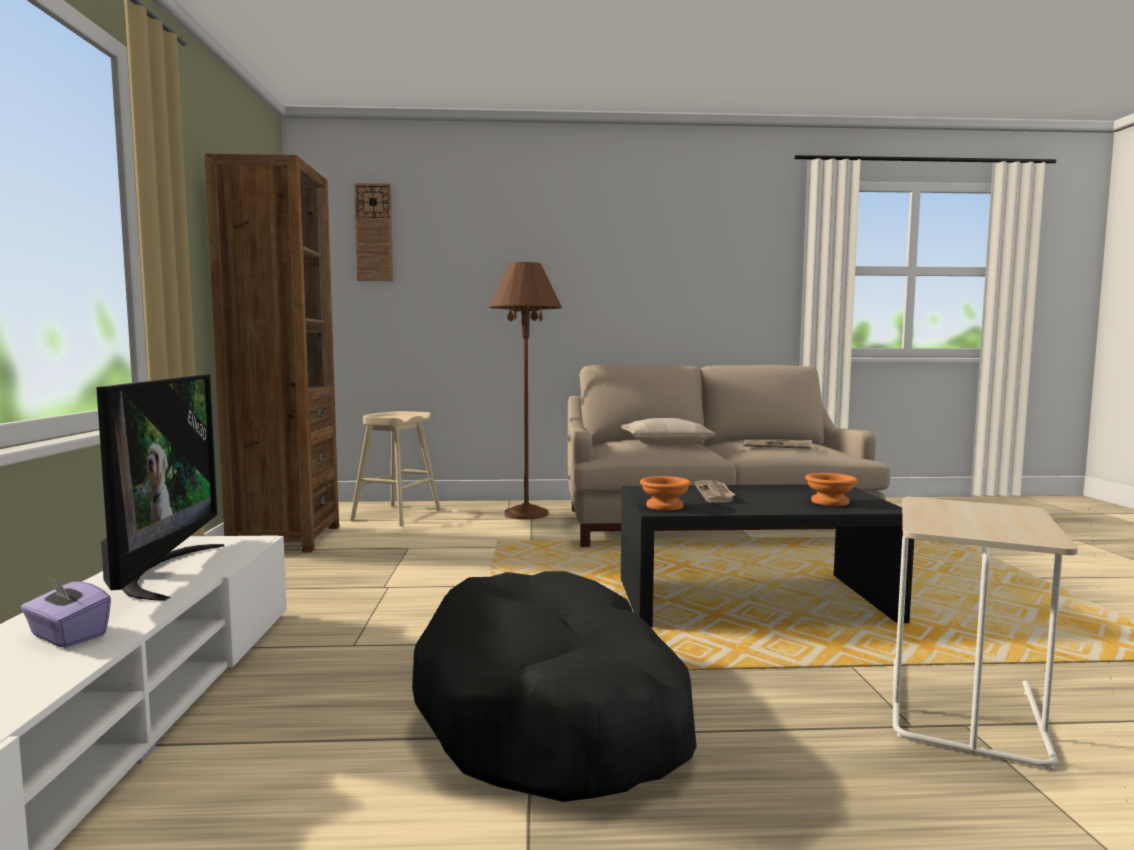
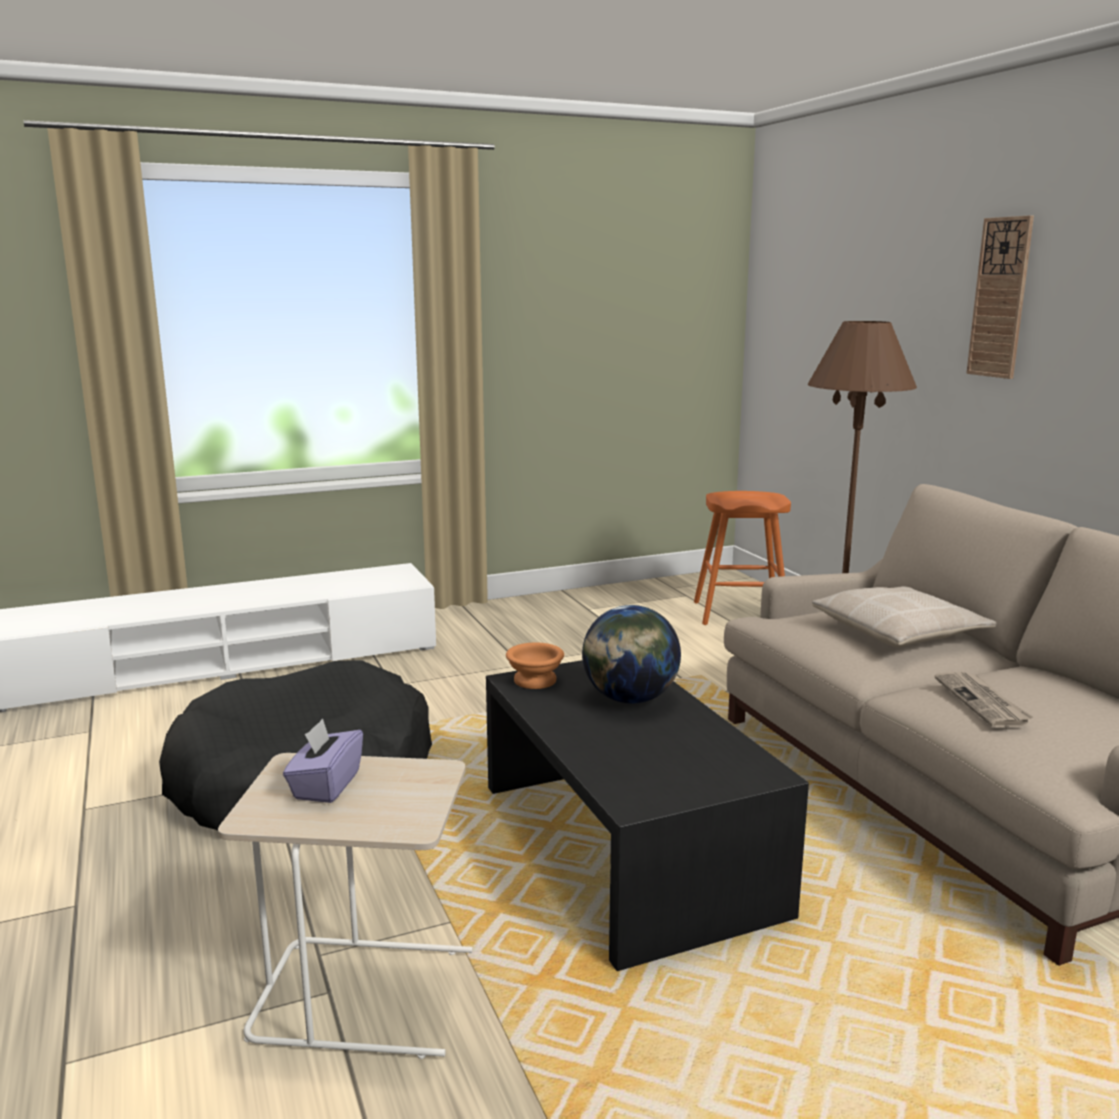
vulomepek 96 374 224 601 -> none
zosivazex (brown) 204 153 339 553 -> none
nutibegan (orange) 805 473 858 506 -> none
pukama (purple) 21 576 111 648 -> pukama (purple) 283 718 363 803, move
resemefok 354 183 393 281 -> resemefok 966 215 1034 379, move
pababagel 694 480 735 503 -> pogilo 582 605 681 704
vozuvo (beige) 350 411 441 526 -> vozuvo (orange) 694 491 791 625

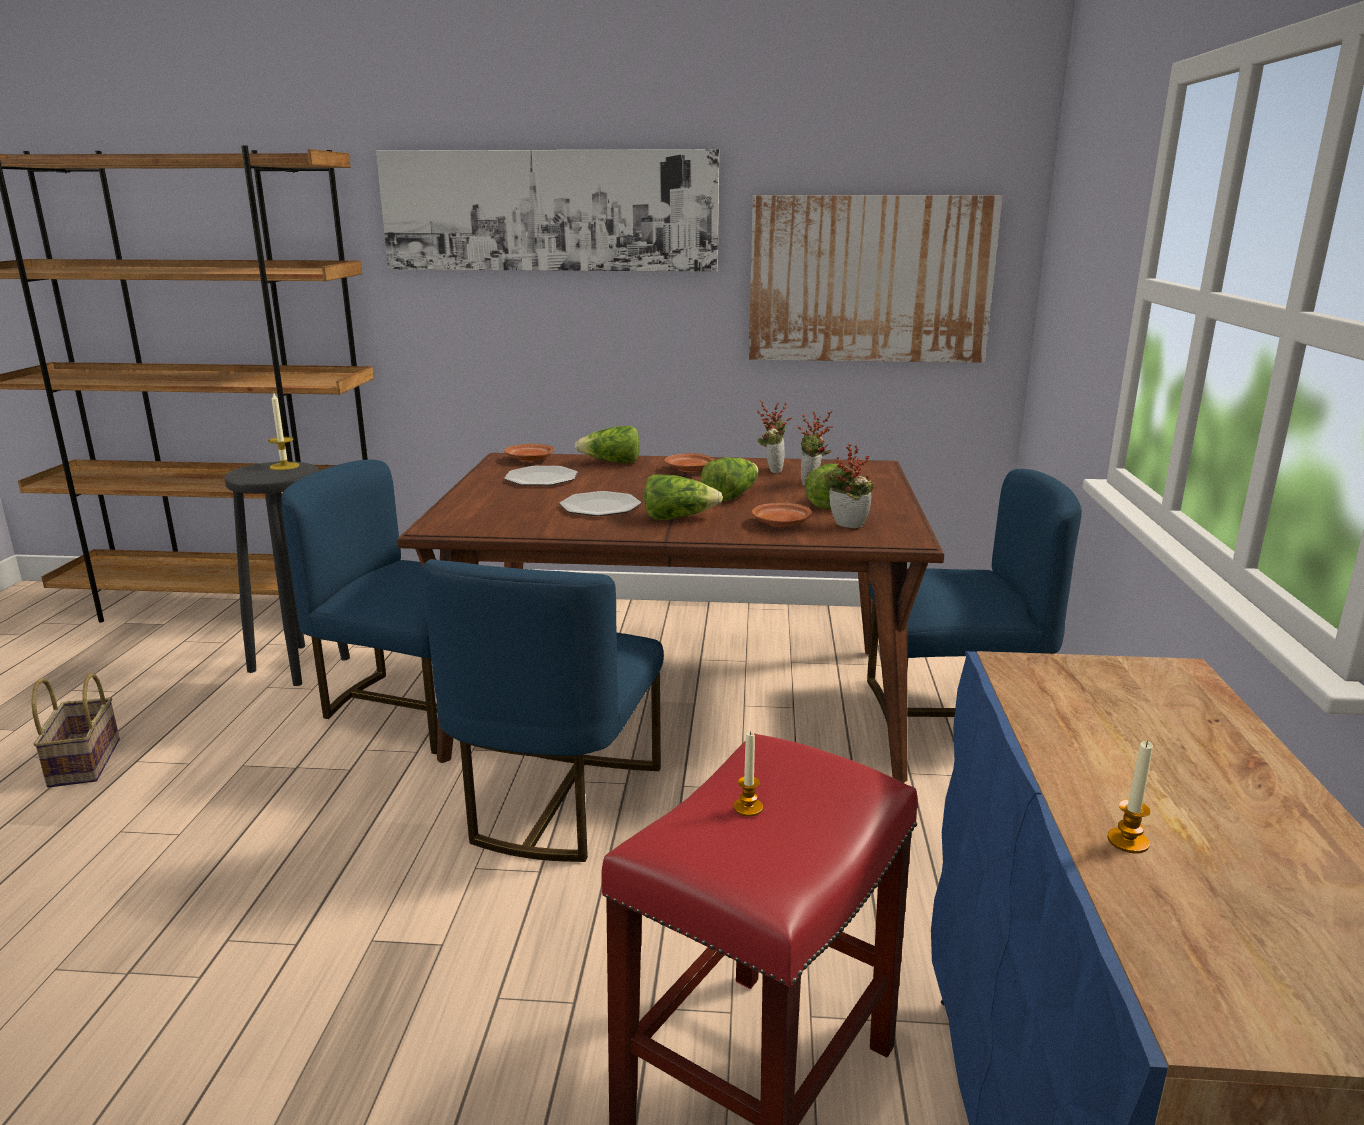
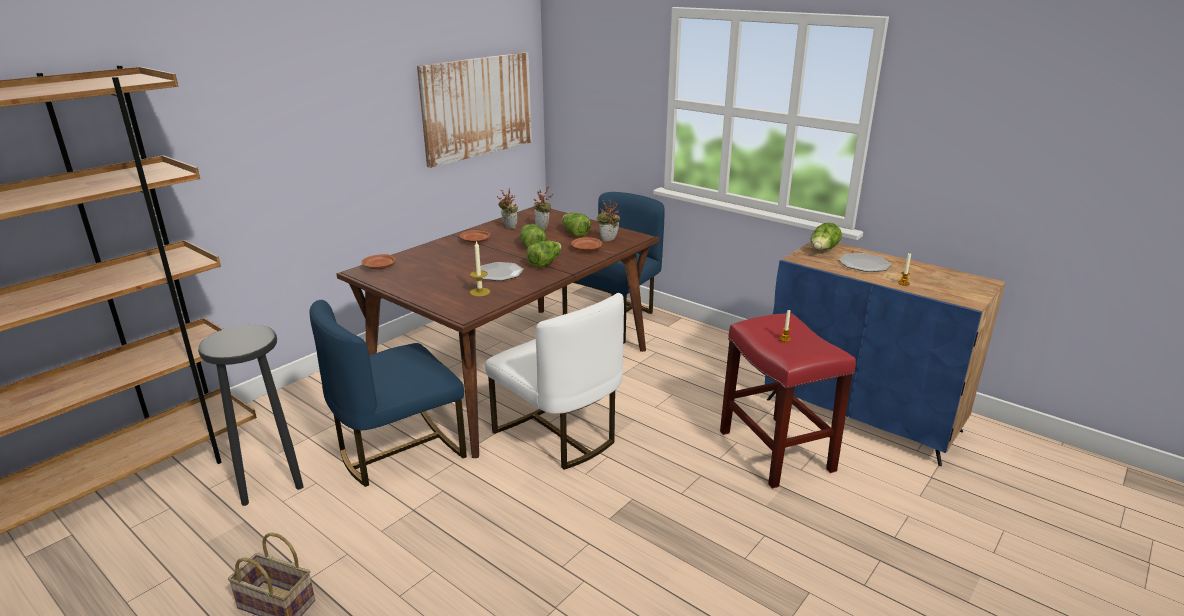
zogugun 376 149 719 272 -> none
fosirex 268 393 299 470 -> fosirex 470 241 490 297, move
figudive 504 466 578 486 -> figudive 839 253 891 272, move
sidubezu 575 426 640 463 -> sidubezu 811 222 842 250, move
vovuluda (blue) 423 559 664 862 -> vovuluda (white) 485 293 624 470

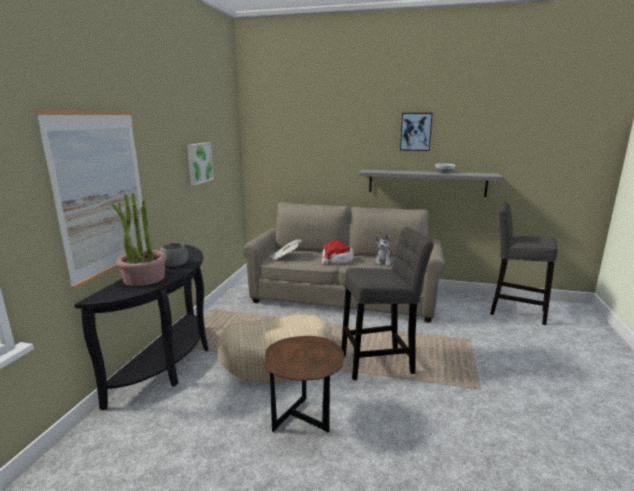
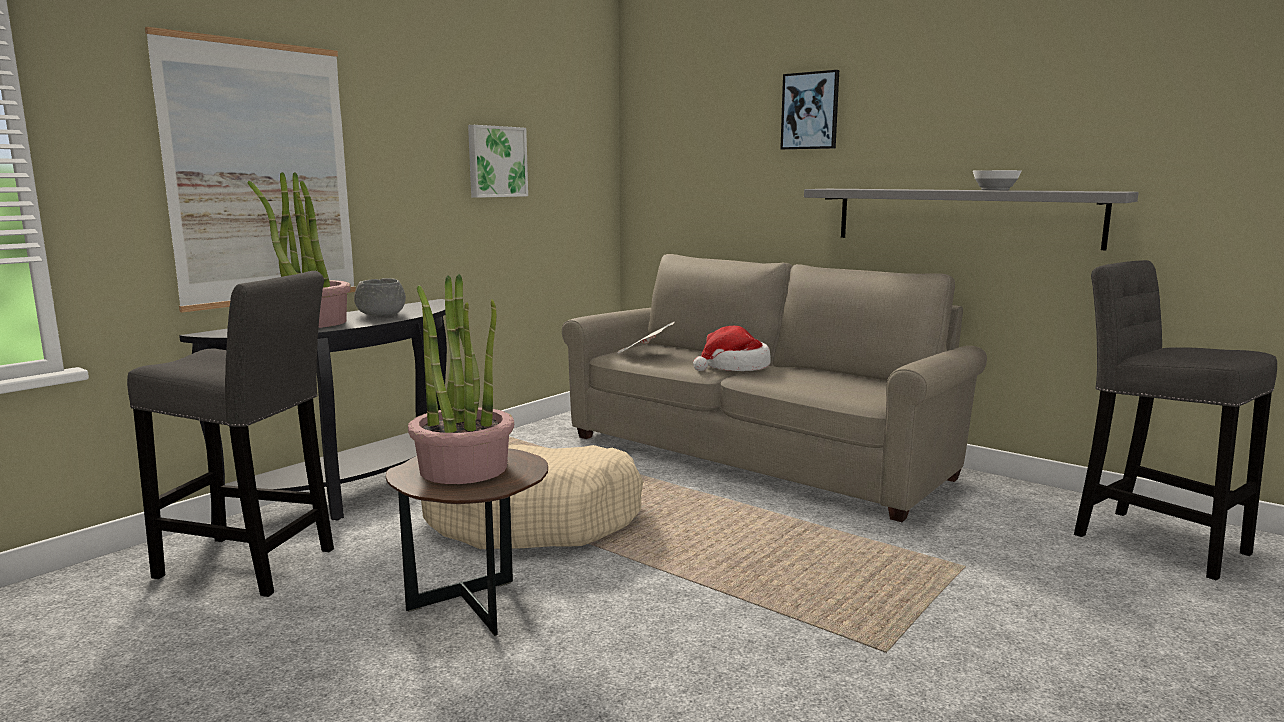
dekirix 375 234 393 266 -> none
none -> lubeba 408 274 514 484
vozuvo (grey) 341 227 434 380 -> vozuvo (grey) 127 271 334 597, move
zogugun 400 113 433 151 -> zogugun 780 70 839 150, move

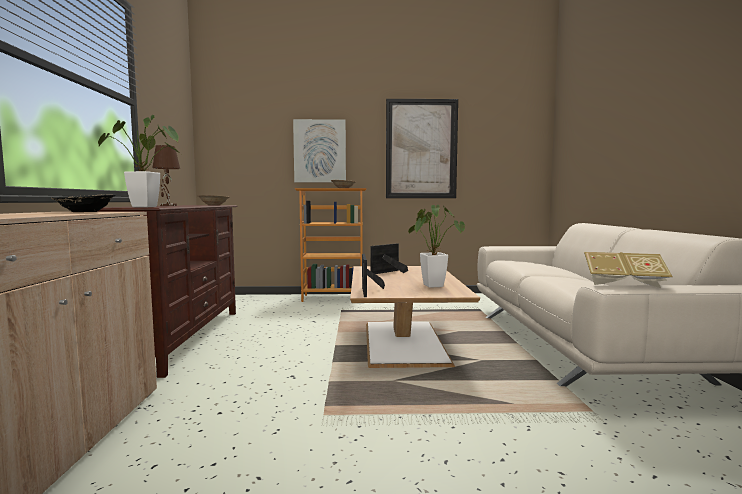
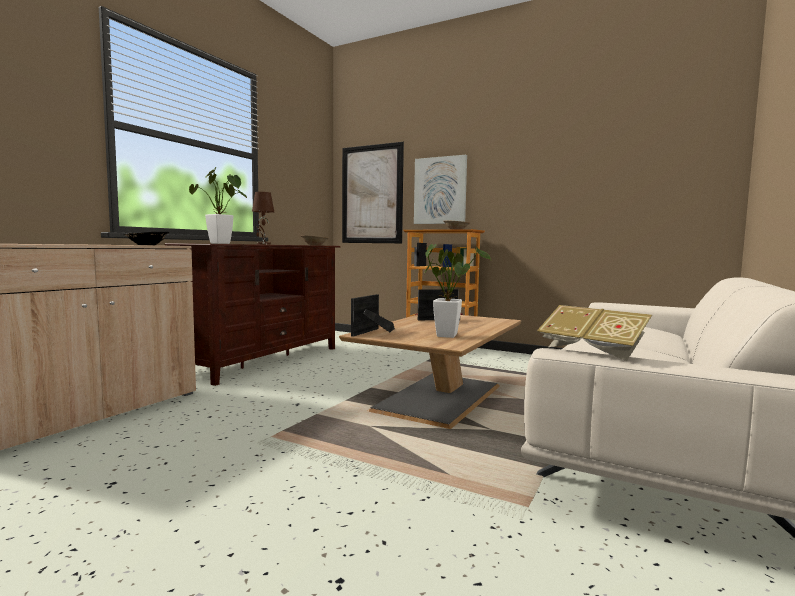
zogugun 386 99 458 198 -> zogugun 342 142 404 243, move

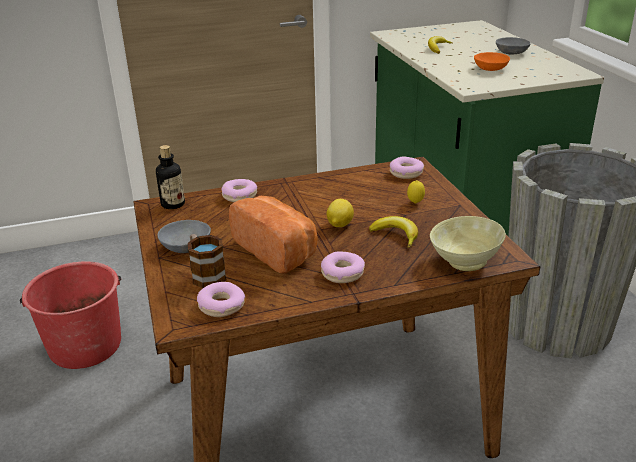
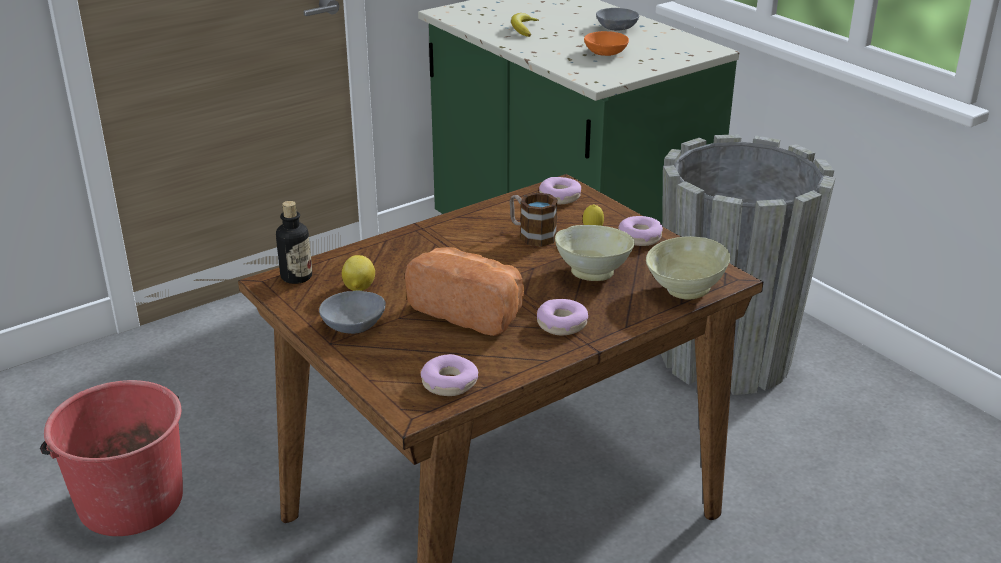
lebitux 188 234 226 288 -> lebitux 510 192 558 247, move
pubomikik 221 179 257 202 -> pubomikik 618 216 663 246, move
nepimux 327 199 354 227 -> nepimux 342 255 375 291, move
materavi 369 216 418 248 -> nutibegan (beige) 555 225 635 281

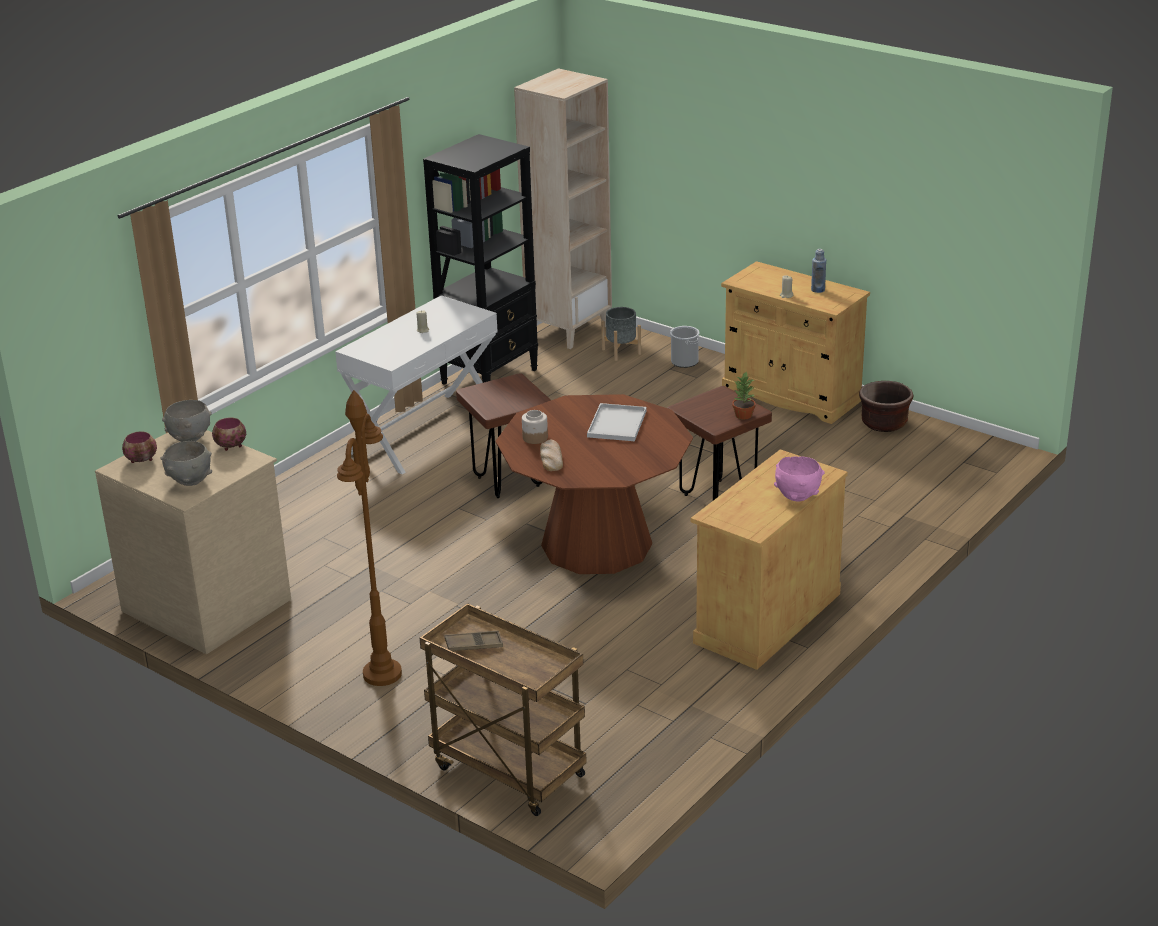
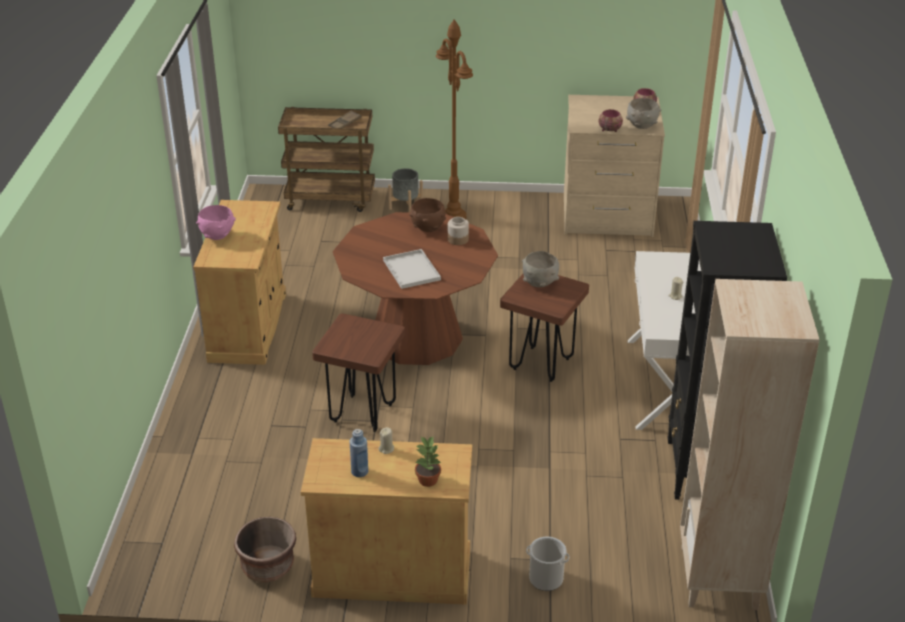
nutibegan (grey) 160 441 213 486 -> nutibegan (grey) 522 251 559 287, move
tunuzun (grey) 601 307 641 361 -> tunuzun (grey) 388 168 423 213, move
lubeba 732 372 756 420 -> lubeba 415 437 442 487, move
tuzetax 540 440 563 471 -> nutibegan (brown) 409 198 446 232

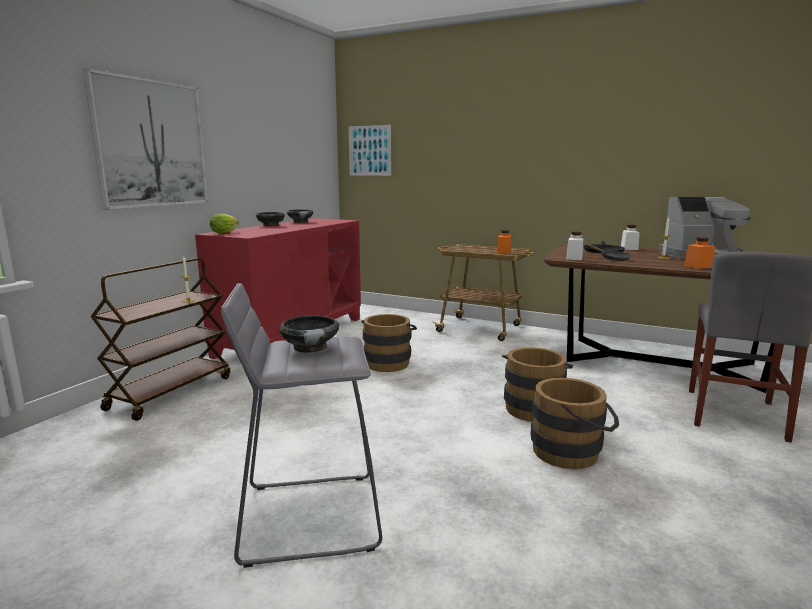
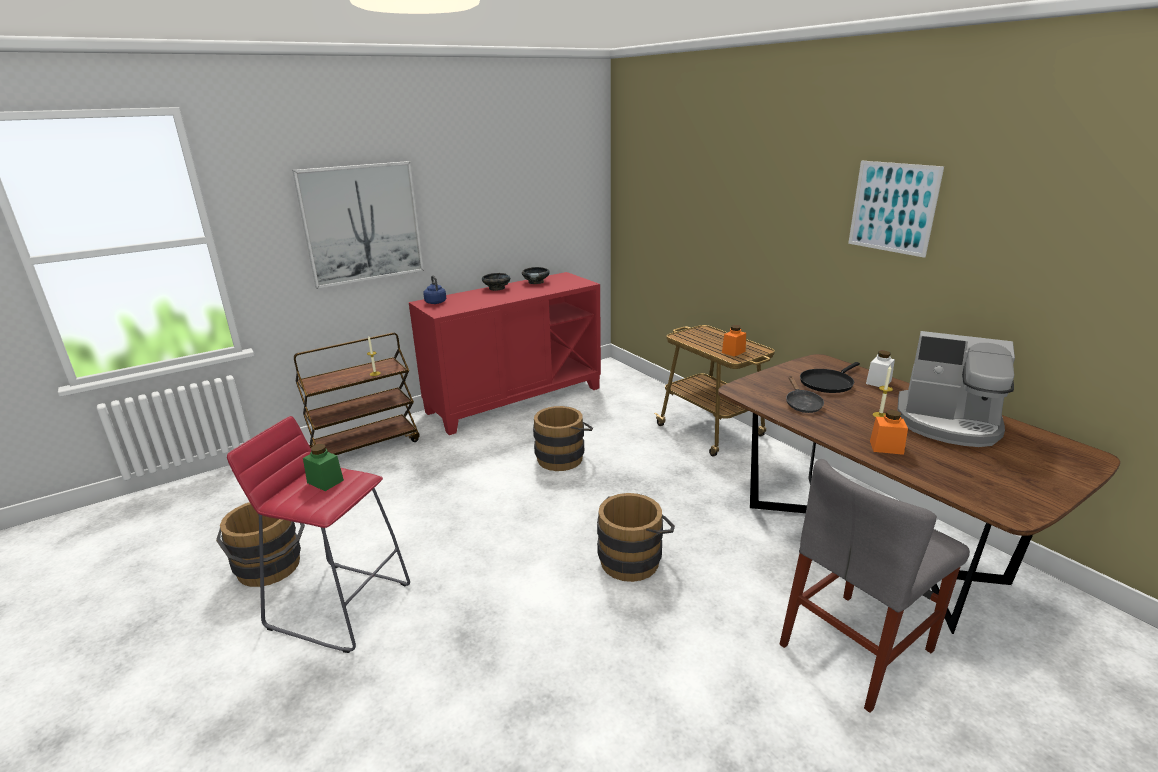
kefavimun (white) 566 231 583 260 -> none
zogugun 349 125 391 176 -> zogugun 848 161 944 258, move
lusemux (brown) 531 378 619 469 -> lusemux (brown) 216 502 305 587, move
sidubezu 210 214 239 234 -> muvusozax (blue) 423 275 446 304
nutibegan (black) 279 315 339 353 -> kefavimun (green) 303 444 344 491
vozuvo (grey) 221 283 382 568 -> vozuvo (red) 227 416 410 653

